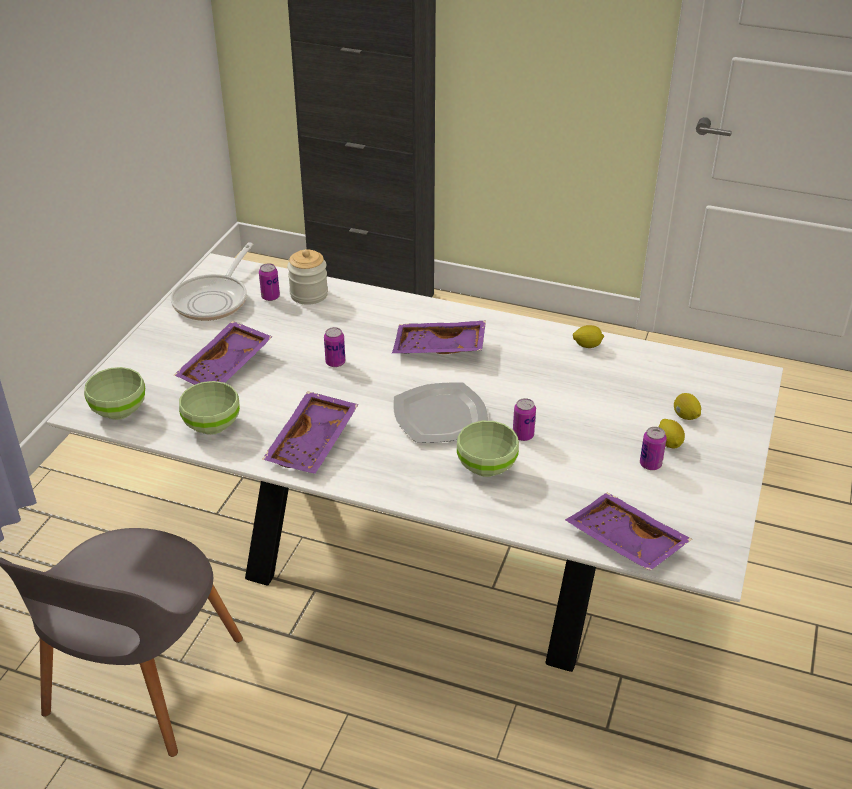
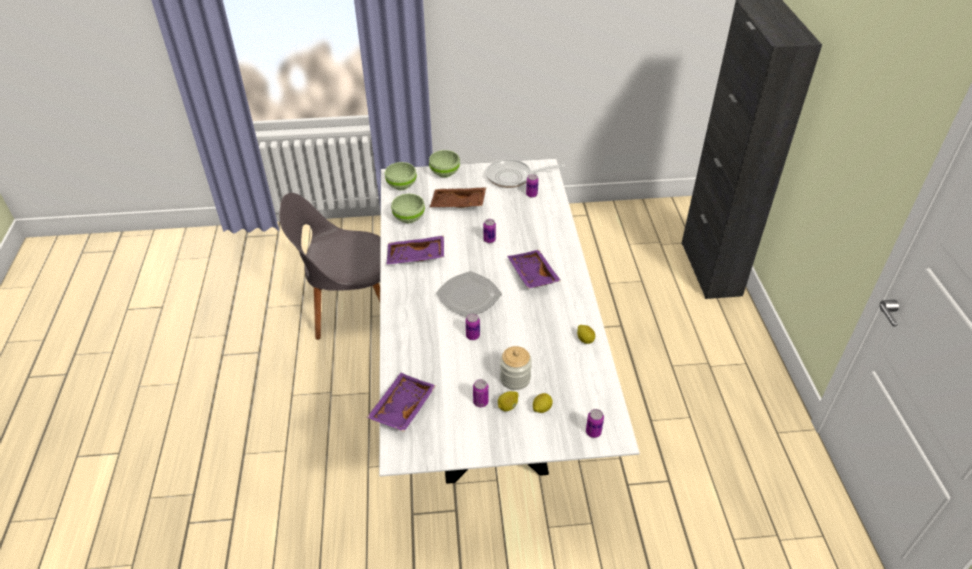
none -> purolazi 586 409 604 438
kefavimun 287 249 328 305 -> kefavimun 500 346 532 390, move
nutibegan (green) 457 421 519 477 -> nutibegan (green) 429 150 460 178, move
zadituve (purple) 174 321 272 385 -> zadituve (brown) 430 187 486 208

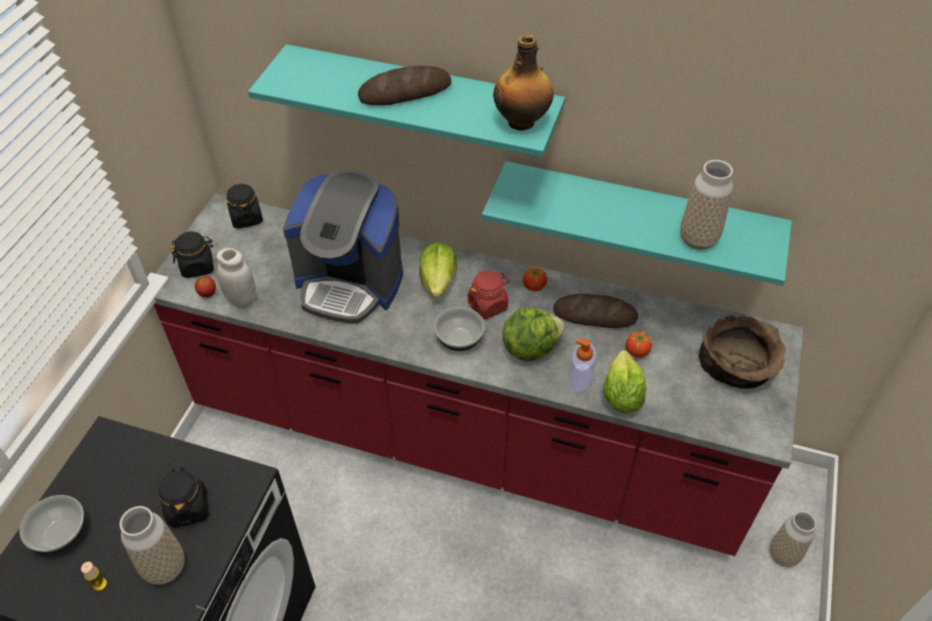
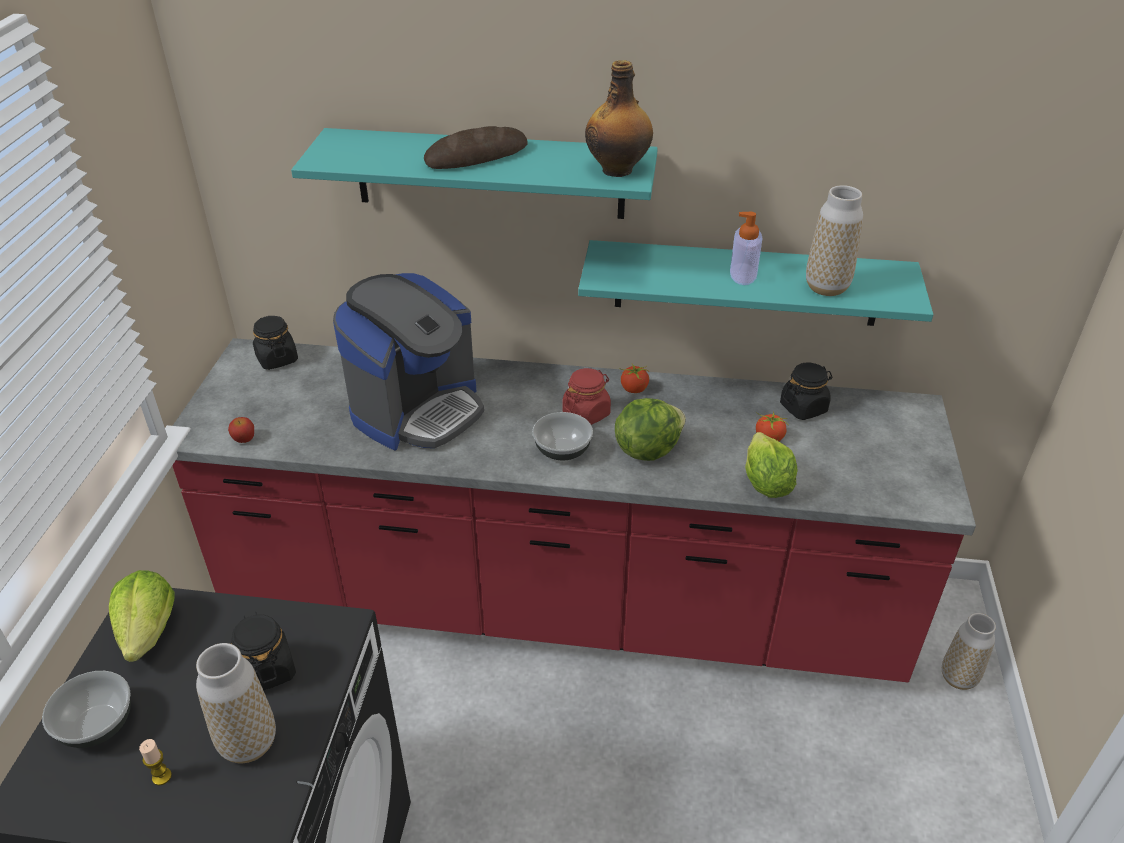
kefavimun (white) 216 248 256 307 -> none
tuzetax 553 294 638 328 -> none
nutibegan (brown) 699 314 786 388 -> none
kefavimun (black) 170 231 214 278 -> kefavimun (black) 780 363 832 420, move
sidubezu 419 242 457 298 -> sidubezu 109 570 174 662, move
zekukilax 569 339 597 391 -> zekukilax 730 212 763 285, move
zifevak 283 170 403 323 -> zifevak 333 273 484 450, 60 degrees counterclockwise

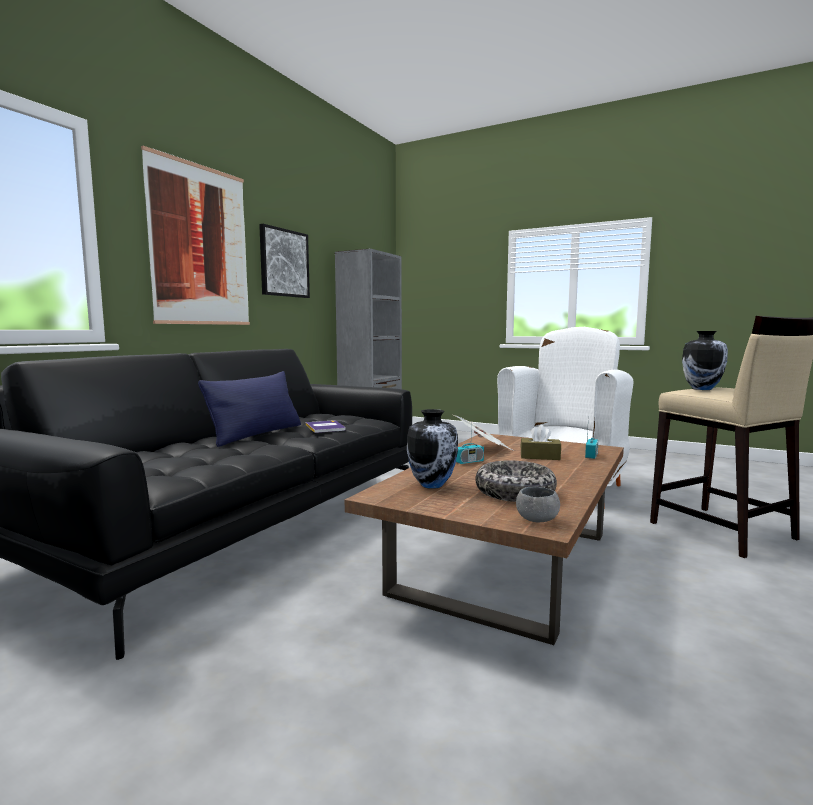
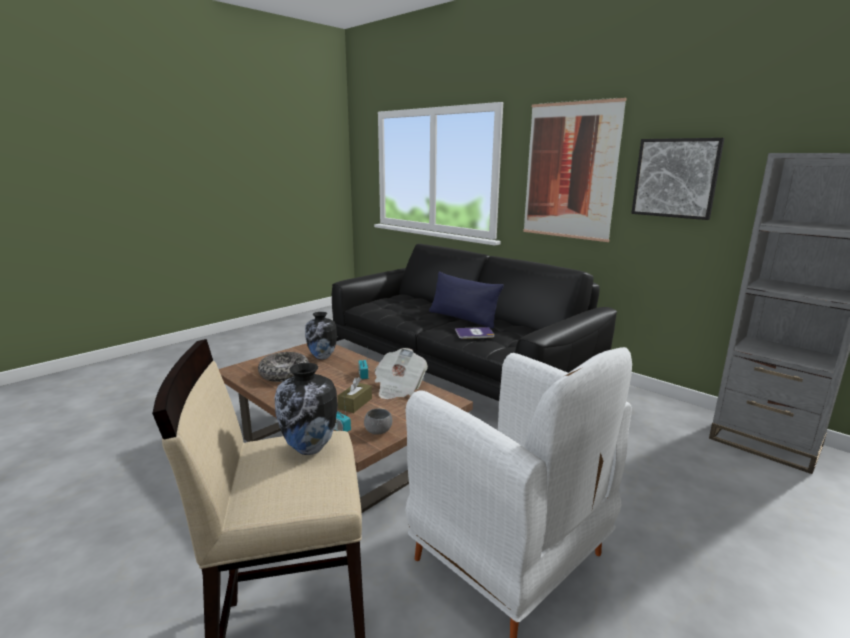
nutibegan (grey) 516 487 560 522 -> nutibegan (grey) 364 409 392 435, move

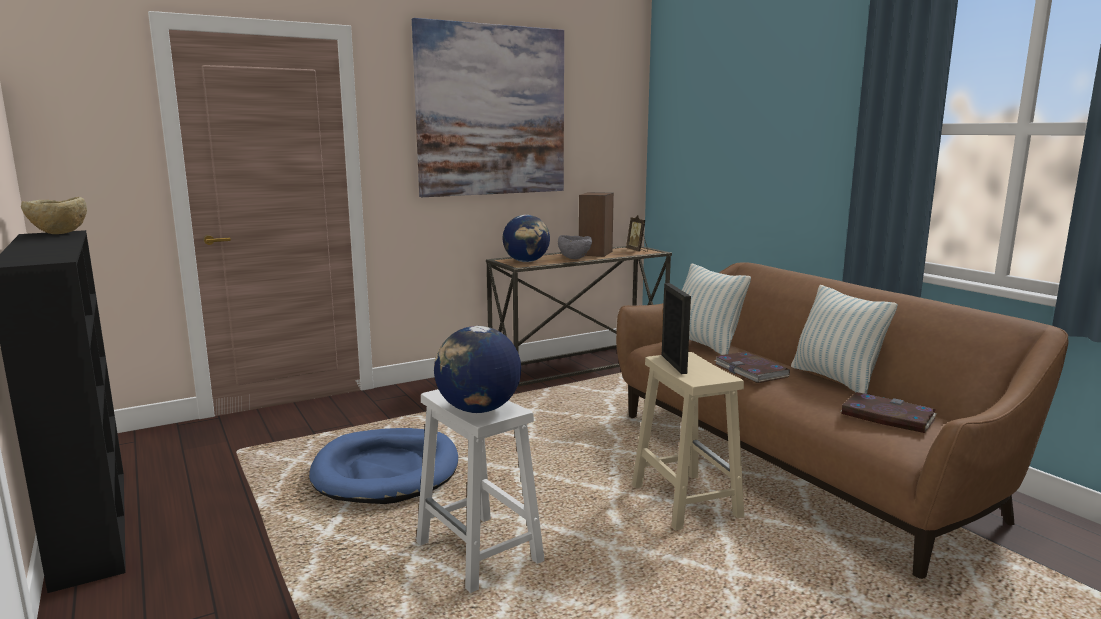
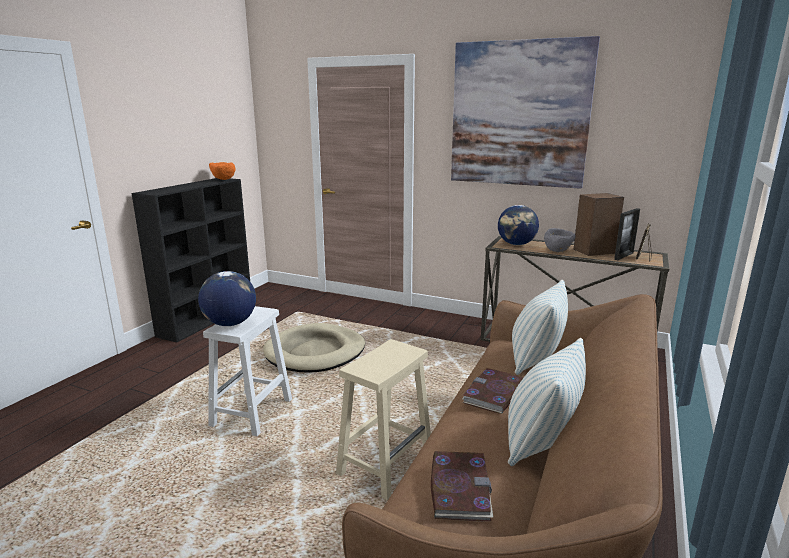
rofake 662 283 691 374 -> rofake 614 208 640 260, move
nutibegan (beige) 21 197 87 234 -> nutibegan (orange) 209 162 236 180
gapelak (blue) 309 428 458 504 -> gapelak (beige) 263 323 365 373

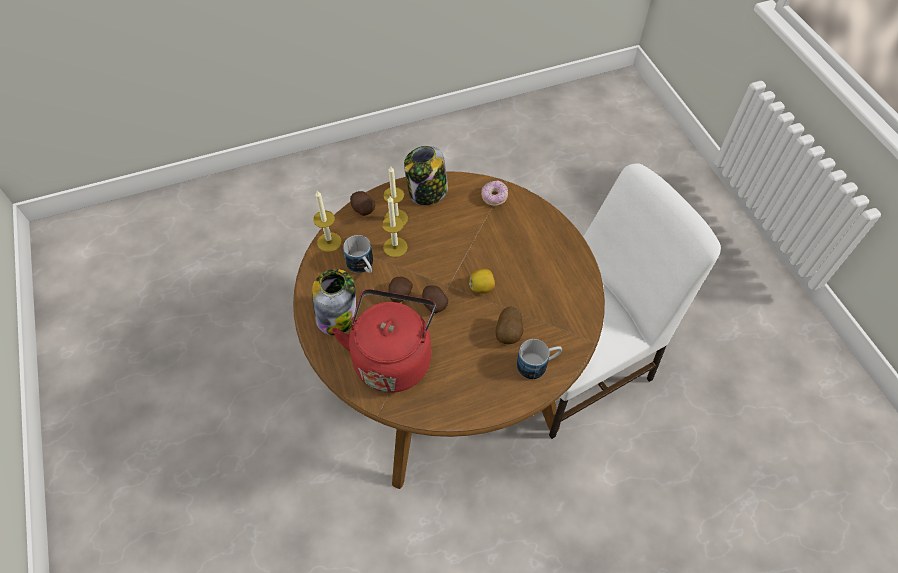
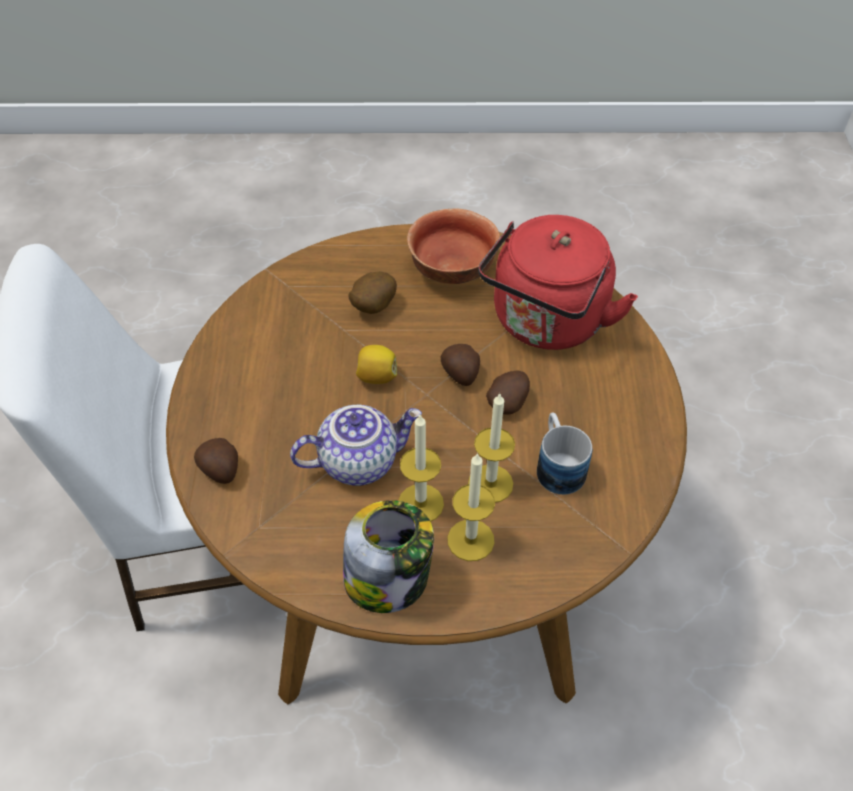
kefavimun 312 269 356 335 -> none
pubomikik 481 180 508 206 -> none
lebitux 517 339 562 379 -> none
none -> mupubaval 290 405 422 486
none -> nutibegan 407 209 500 284
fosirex 313 191 342 252 -> fosirex 398 414 444 521, move
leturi 350 191 375 216 -> leturi 194 438 238 484, move

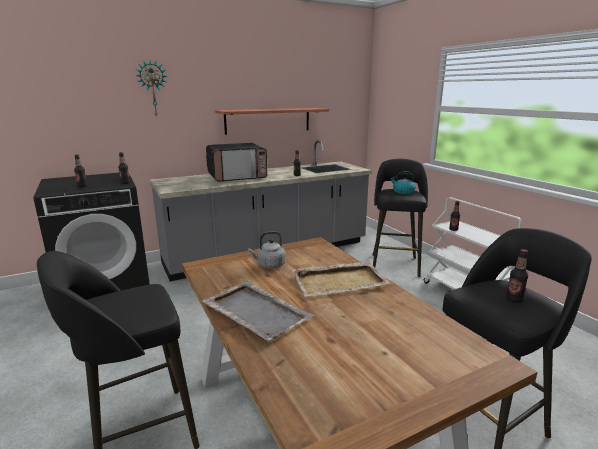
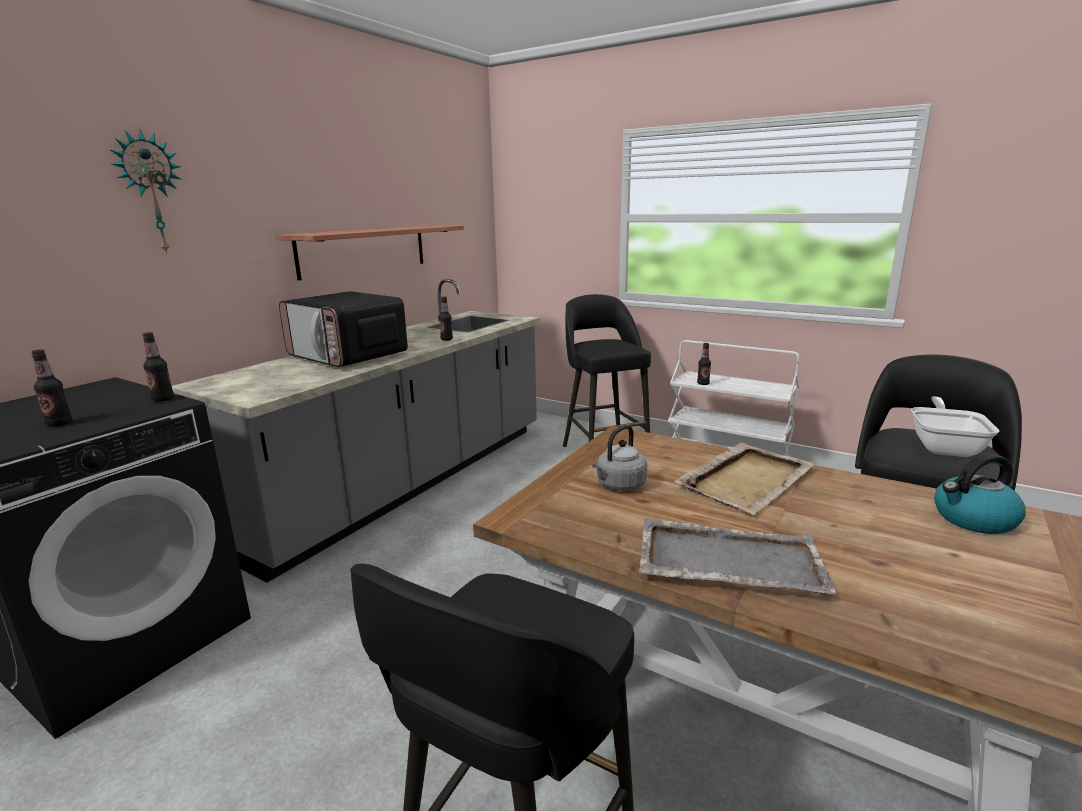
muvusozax 390 171 416 194 -> muvusozax 934 453 1026 534, move
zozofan 506 249 528 303 -> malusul 911 396 999 457
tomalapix 206 143 267 182 -> tomalapix 279 291 408 367, 90 degrees clockwise

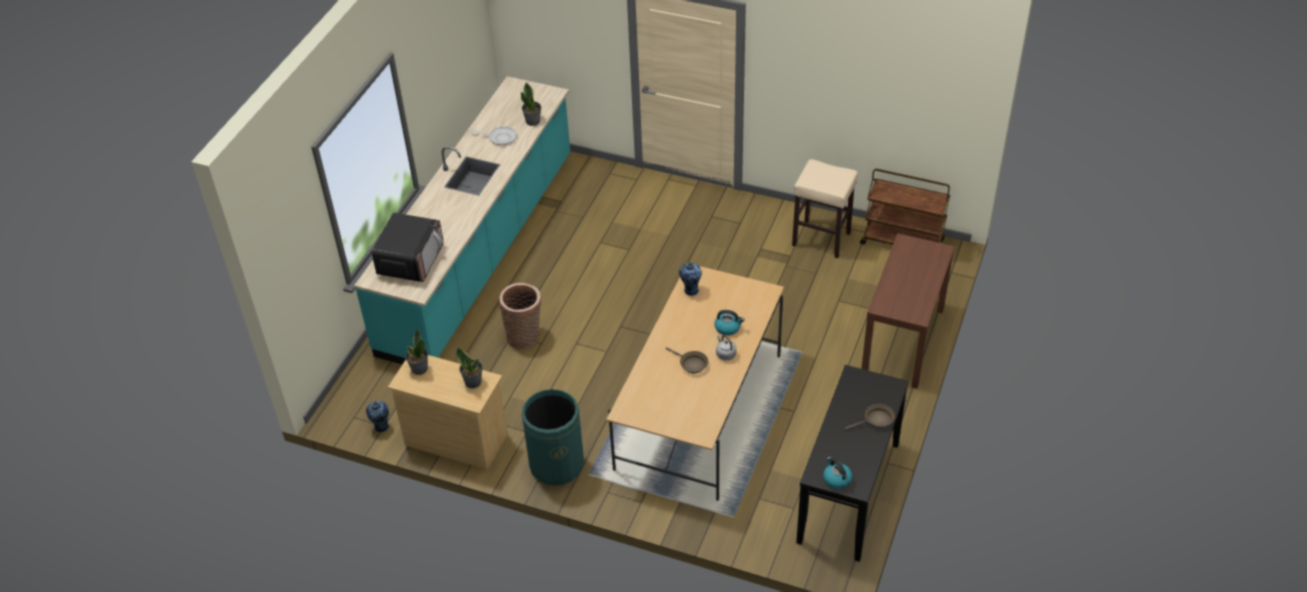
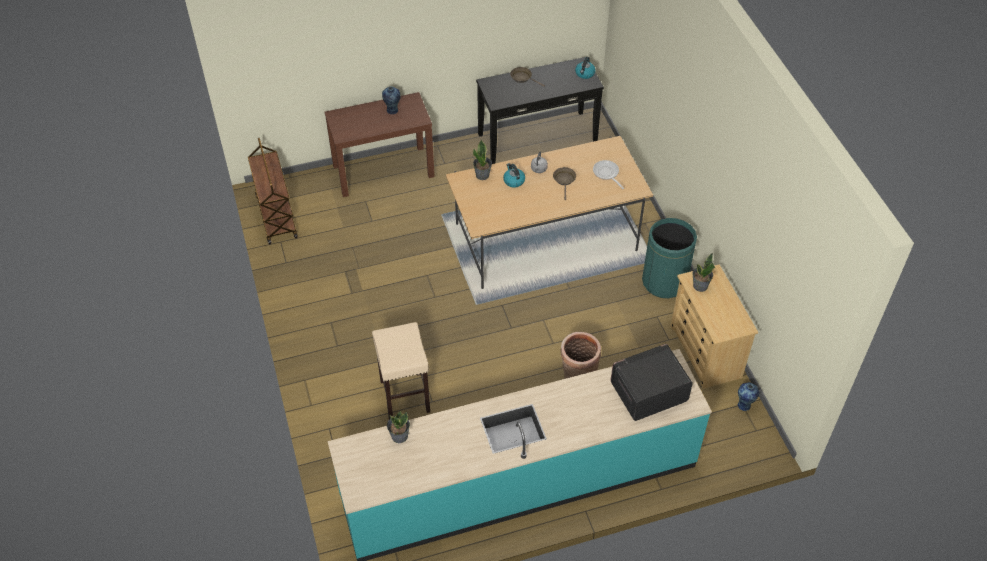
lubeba 405 329 428 375 -> lubeba 473 140 492 180, move
malusul 469 126 516 145 -> malusul 593 160 624 189, move
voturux 679 262 702 296 -> voturux 382 86 400 115, move
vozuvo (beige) 792 159 858 258 -> vozuvo (beige) 372 322 430 419, move

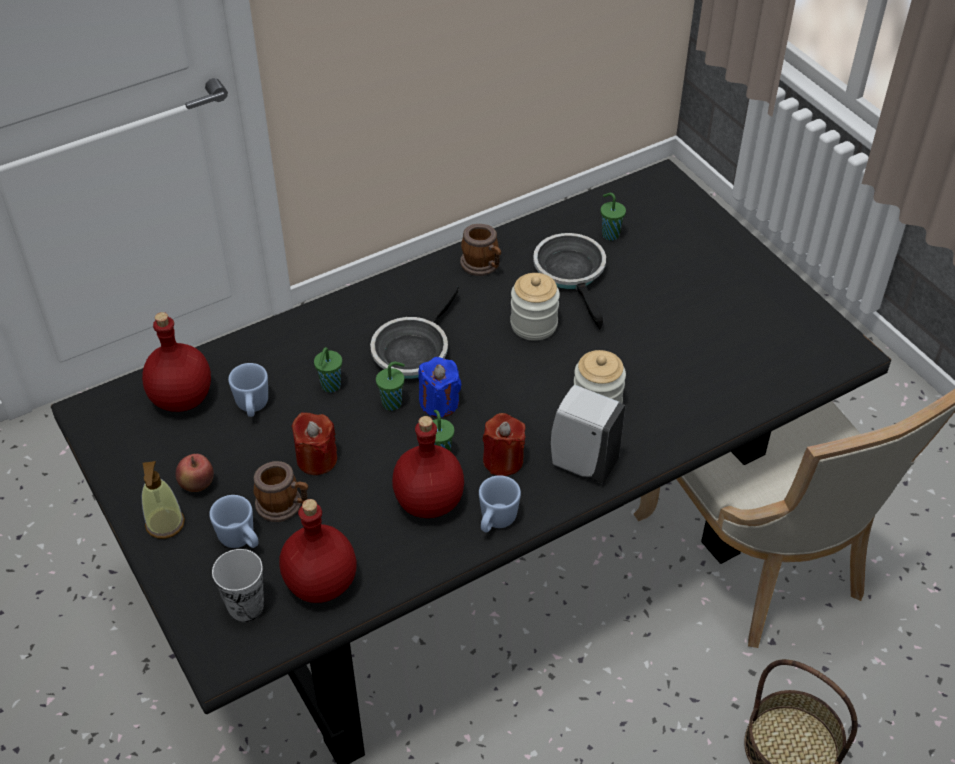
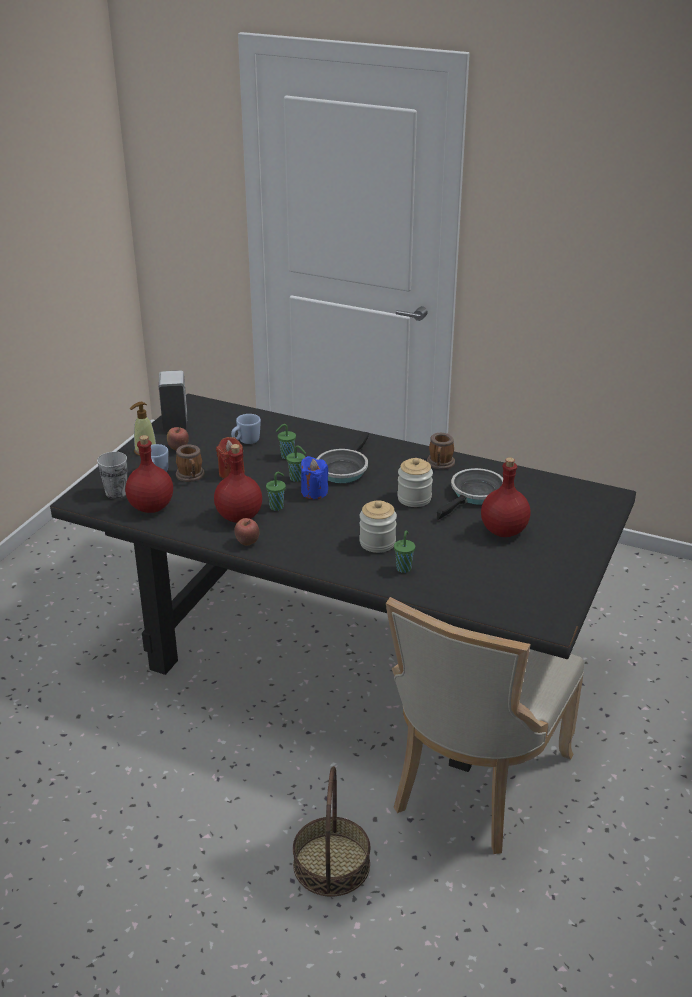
fosirex (red) 483 413 526 476 -> none
zozofan (red) 142 312 211 412 -> zozofan (red) 481 457 530 537, move
zekukilax (white) 551 384 626 484 -> zekukilax (white) 159 371 187 431, move
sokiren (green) 600 193 626 241 -> sokiren (green) 394 530 415 573, move
lebitux (blue) 479 475 521 533 -> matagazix 234 518 259 545
malusul 370 284 459 379 -> malusul 317 432 369 483, 60 degrees counterclockwise

